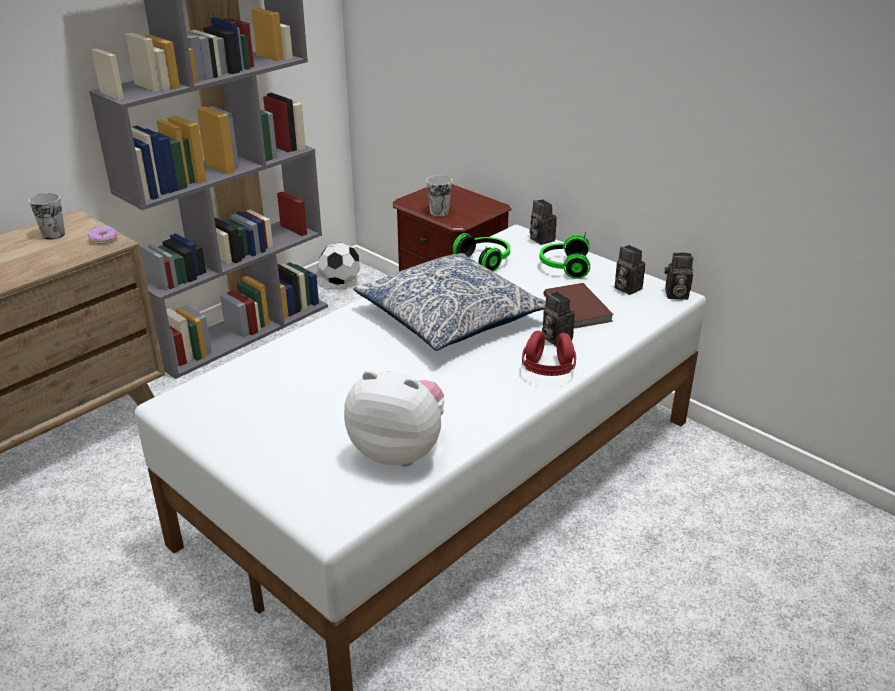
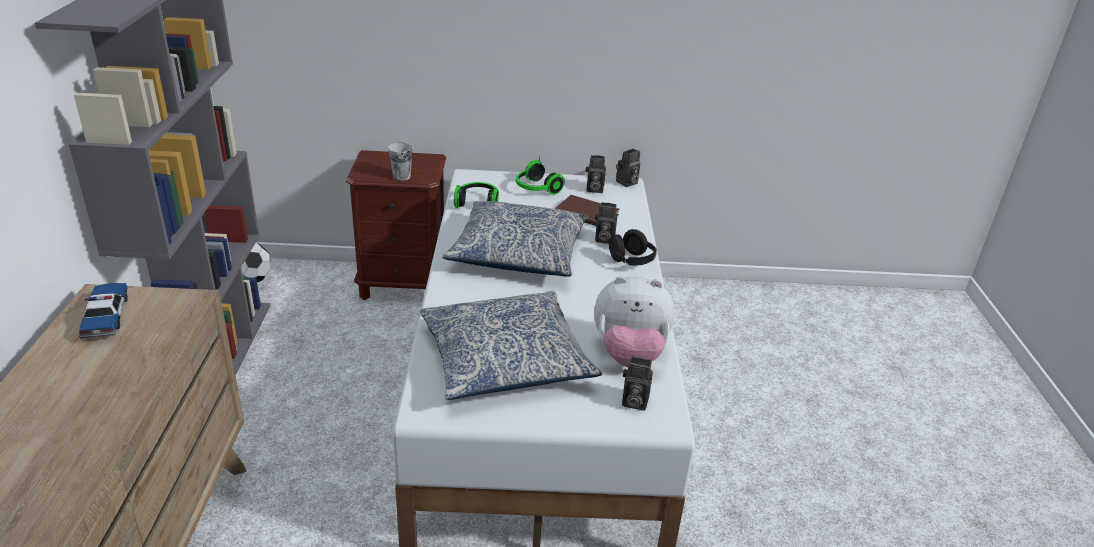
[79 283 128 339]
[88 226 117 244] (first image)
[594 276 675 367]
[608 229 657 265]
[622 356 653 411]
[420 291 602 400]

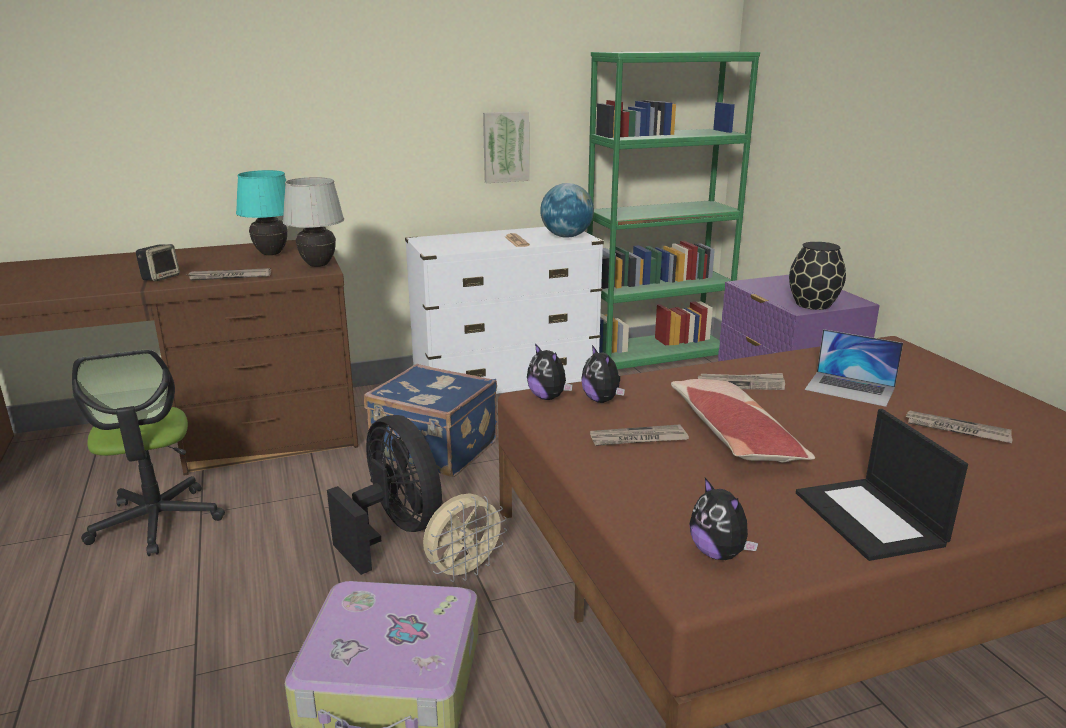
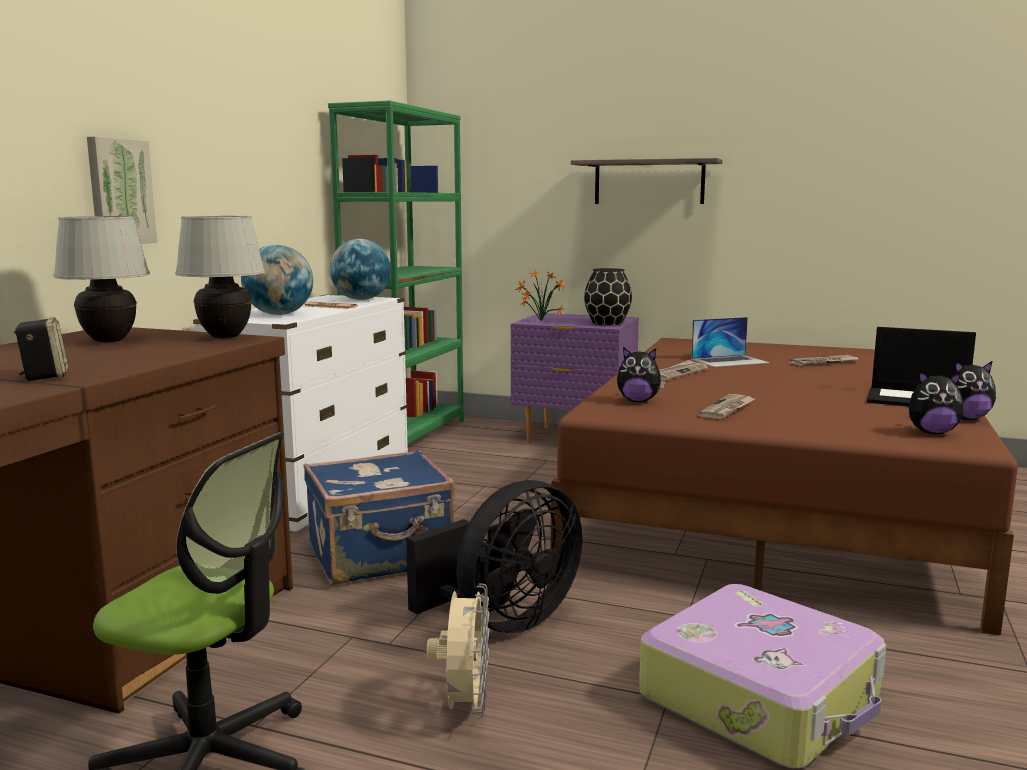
[187 268 271 281] (first image)
[53 216 150 342]
[406 480 582 633]
[427 583 490 718]
[87 137 157 244]
[951 361 996 420]
[671 379 815 462] (first image)
[241 245 313 315]
[516 269 566 321]
[571 158 722 204]

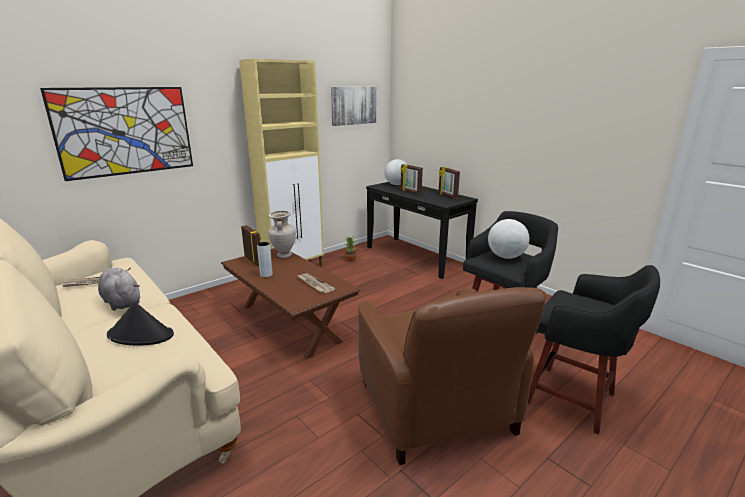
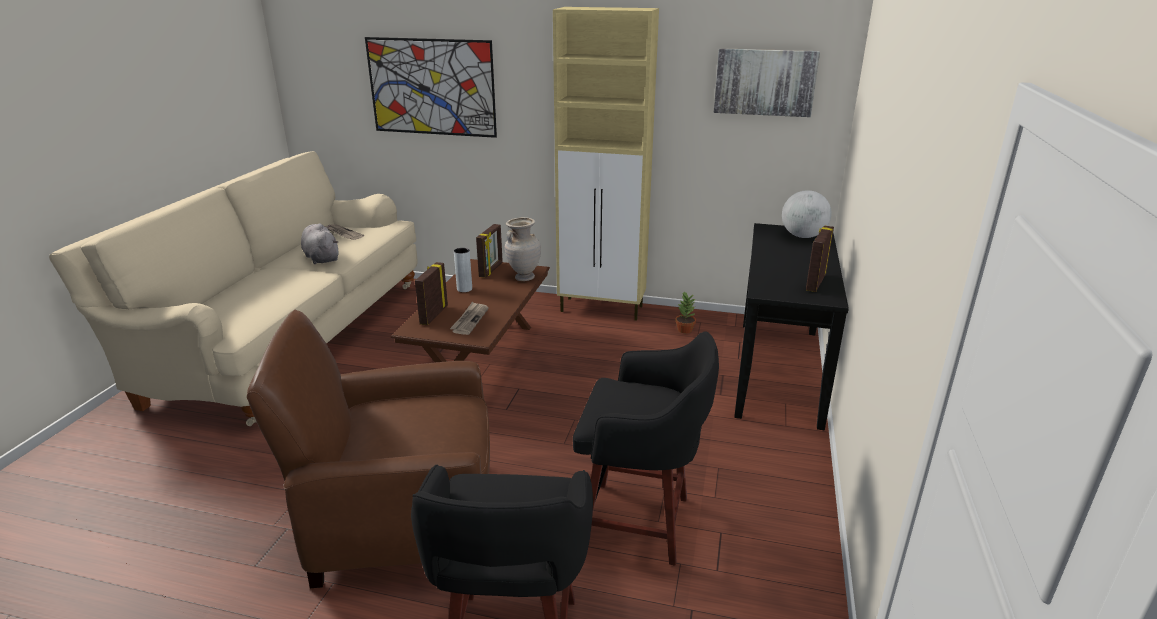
[301 223 338 264]
[107 302 174 346] (first image)
[247 310 490 588]
[415 262 448 325]
[488 219 530 259] (first image)

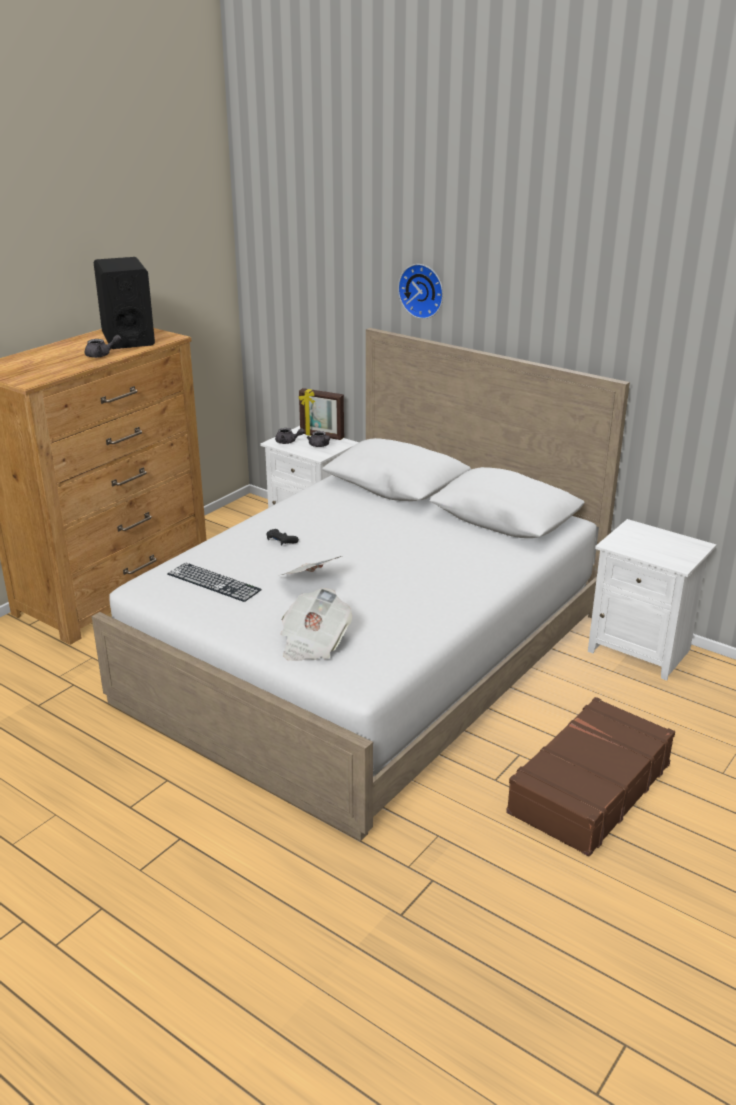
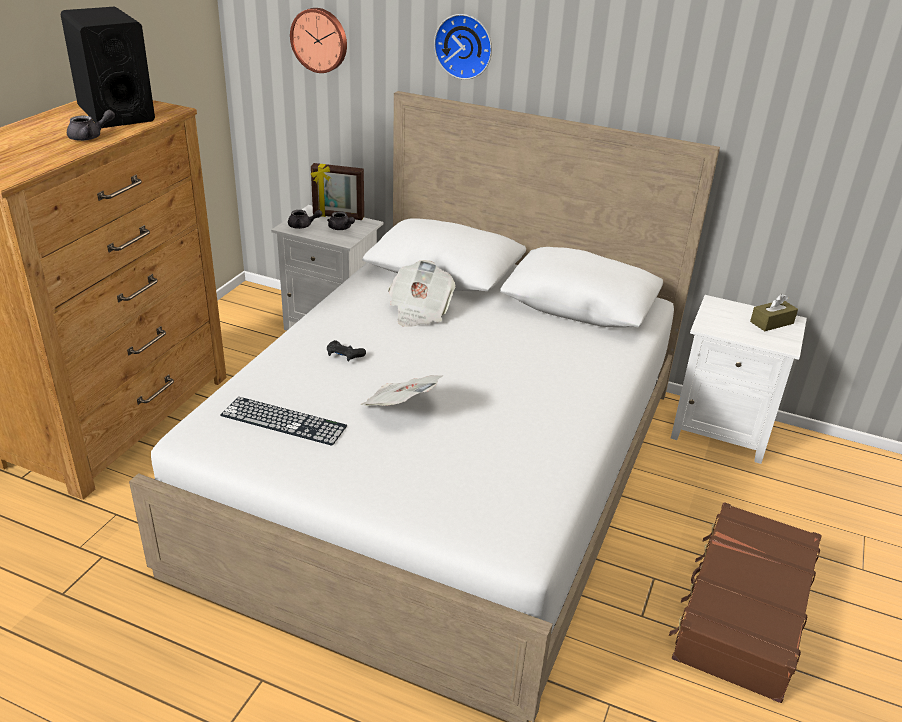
[388 260 456 327]
[290 8 347 73]
[750 294 798 331]

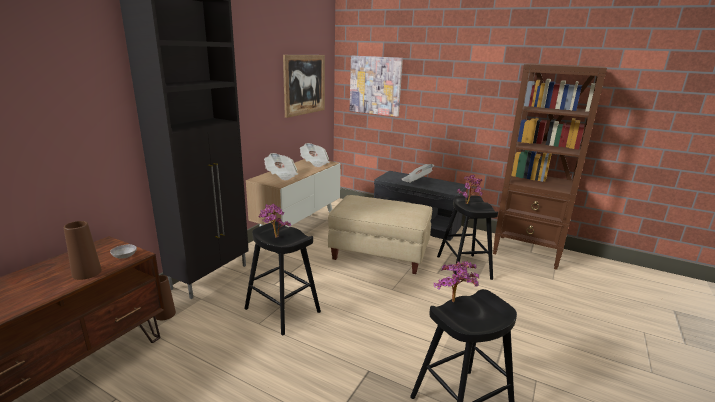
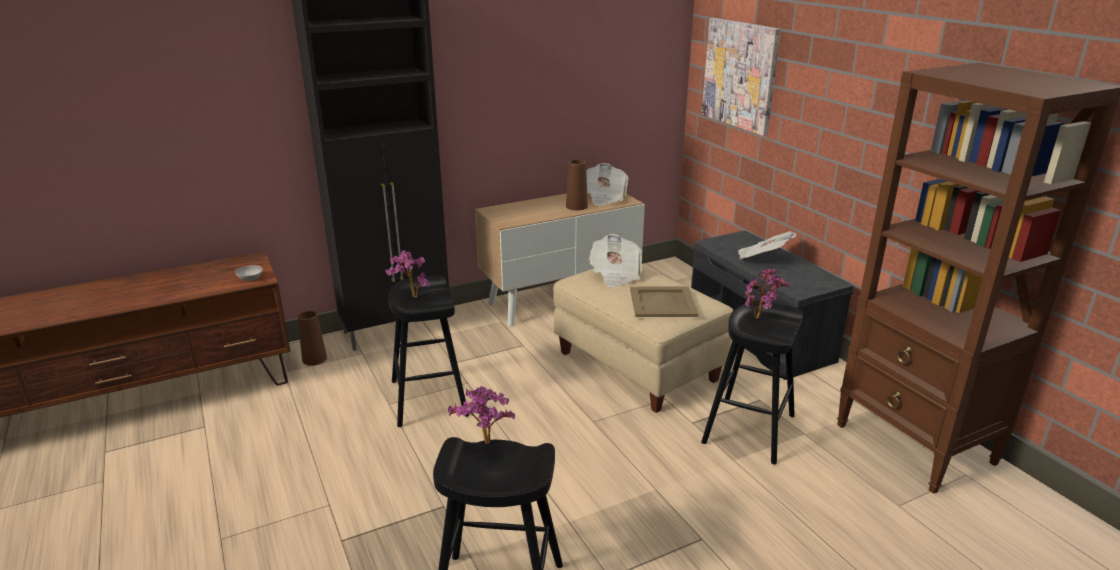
[566 159 588 210]
[588 234 642 287]
[283 55 325 118] (first image)
[630 287 699 317]

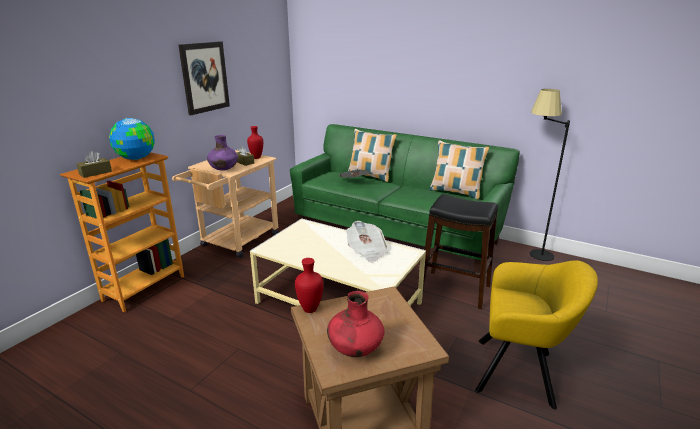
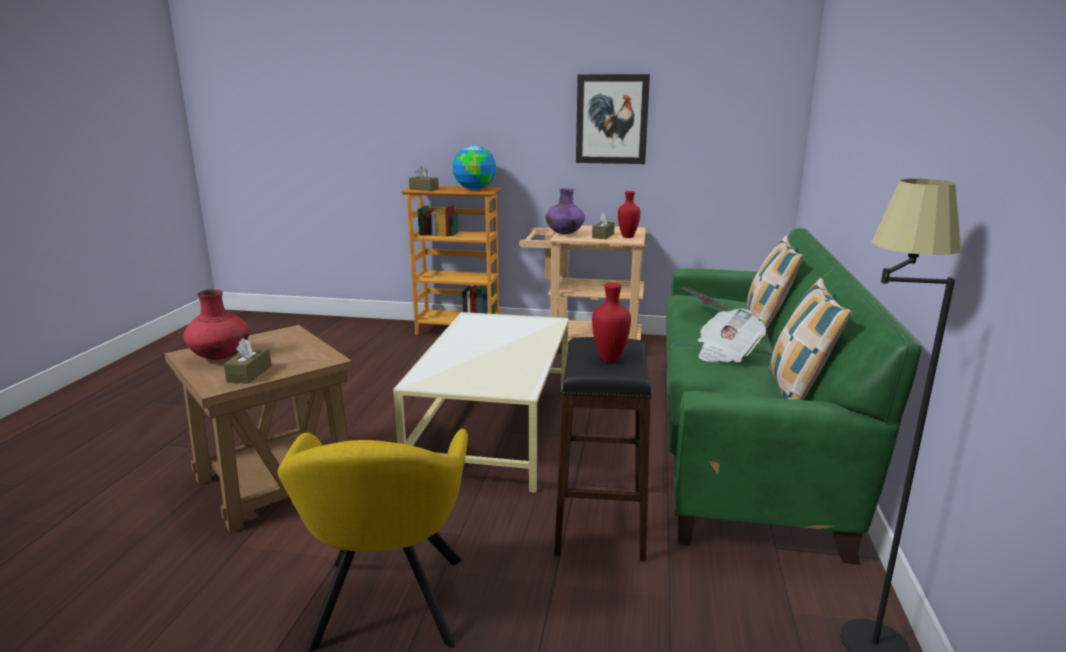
[592 283 631 362]
[698 309 766 362]
[224 338 271 384]

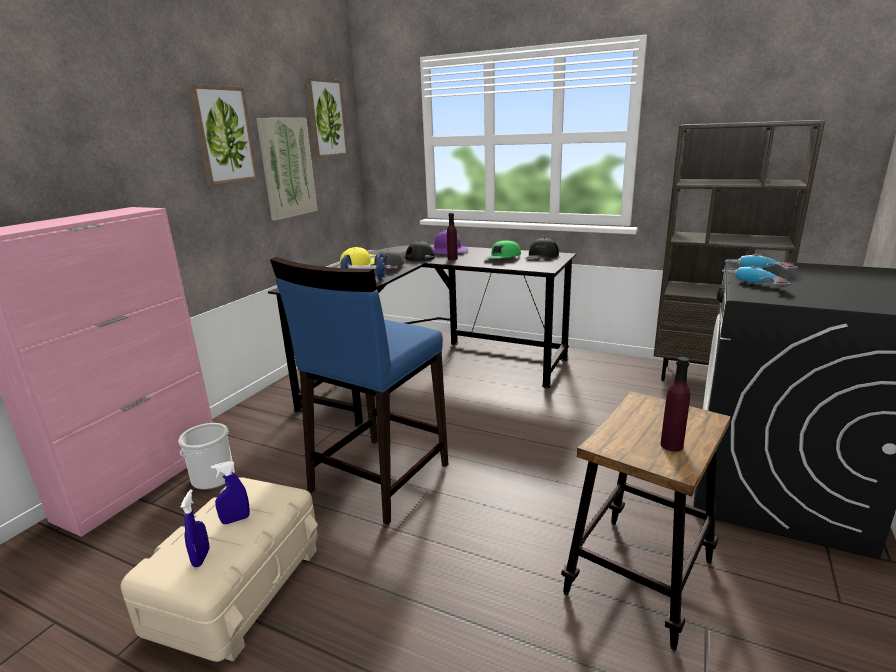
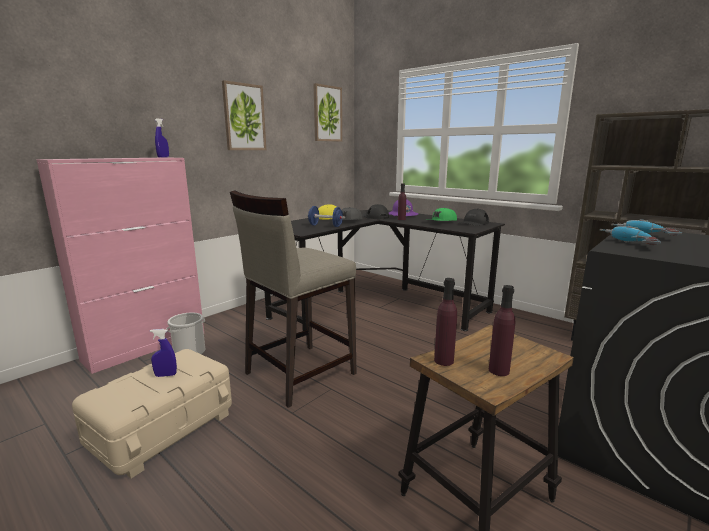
[155 119 169 158]
[256 118 318 220] (first image)
[230 190 356 408]
[434 278 457 366]

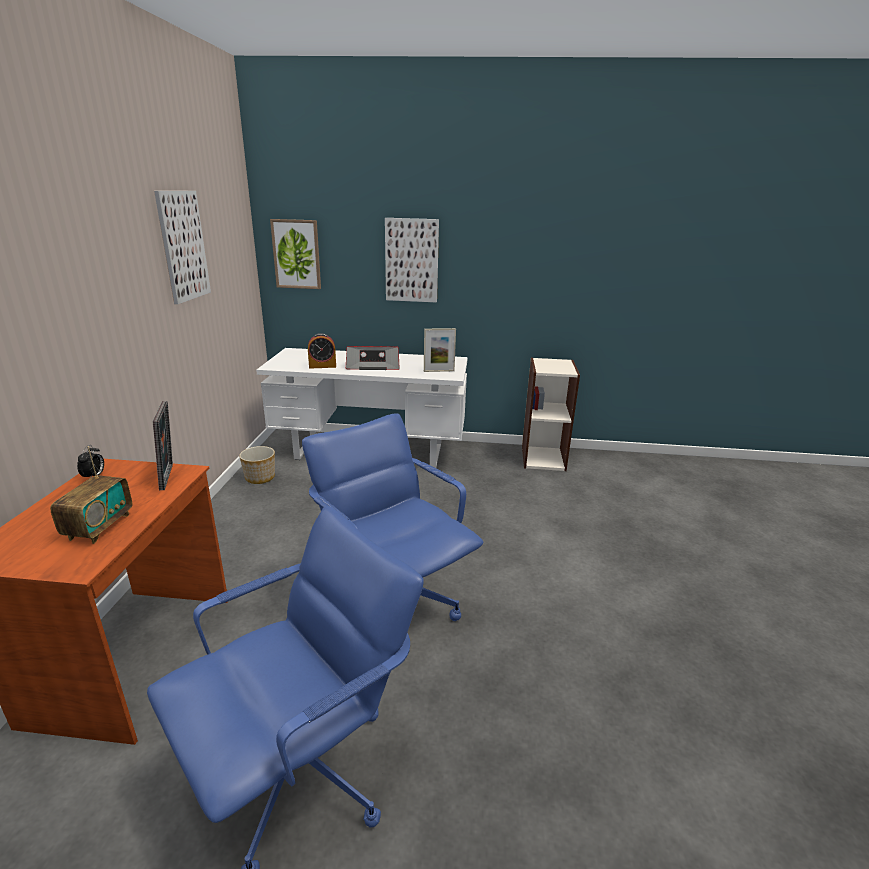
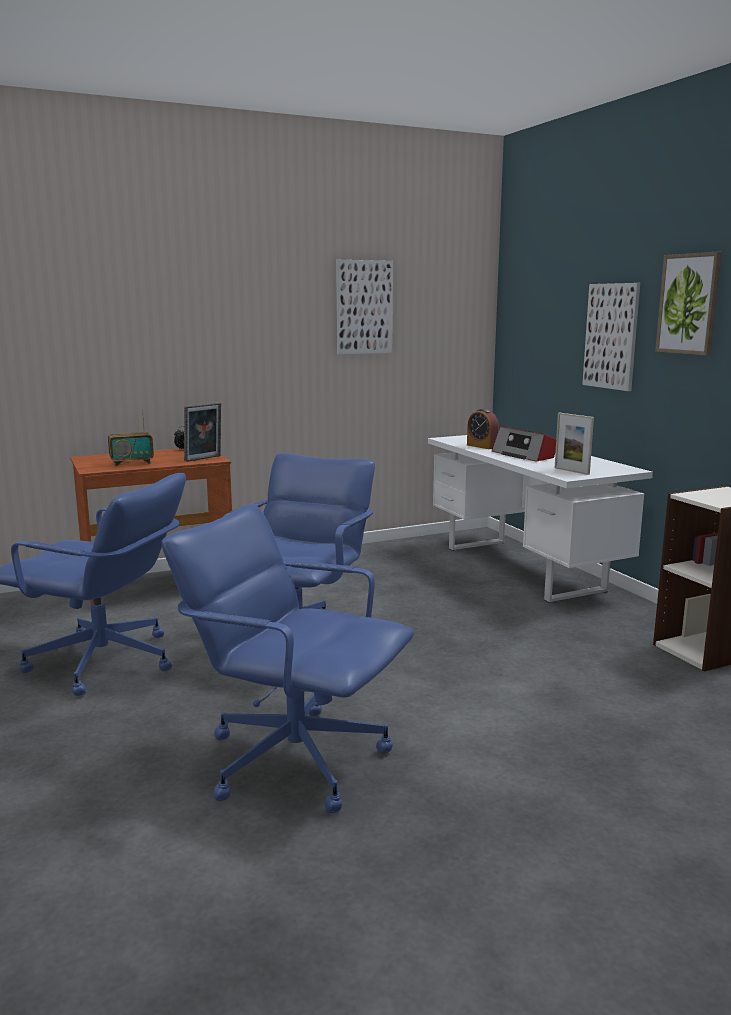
[239 446 275 484] (first image)
[655 252 722 356]
[162 503 414 814]

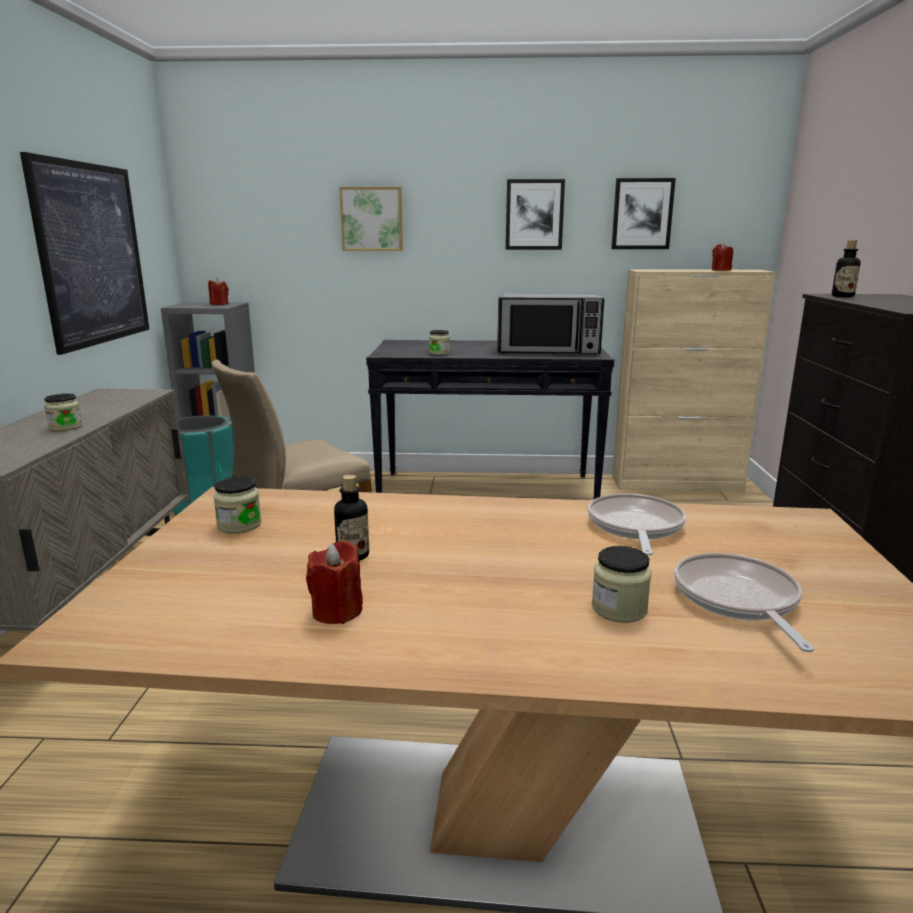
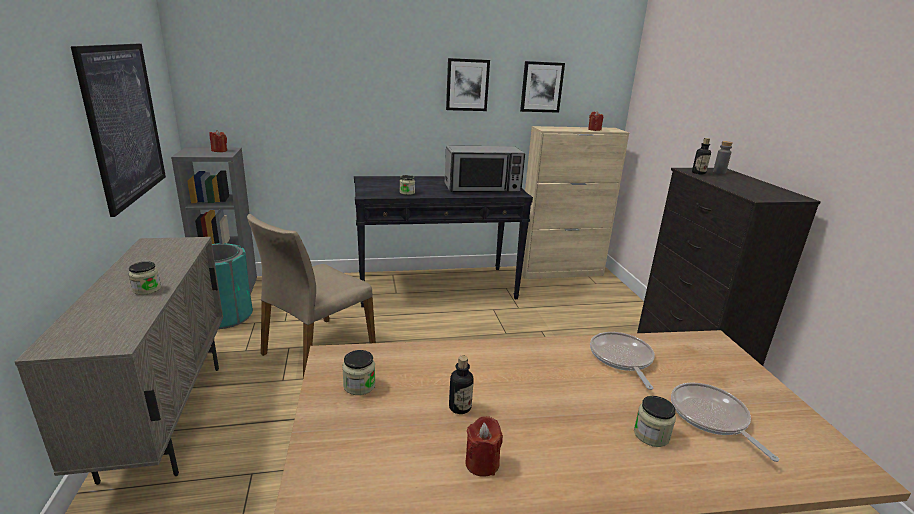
[339 187 403 251] (first image)
[713 141 733 174]

